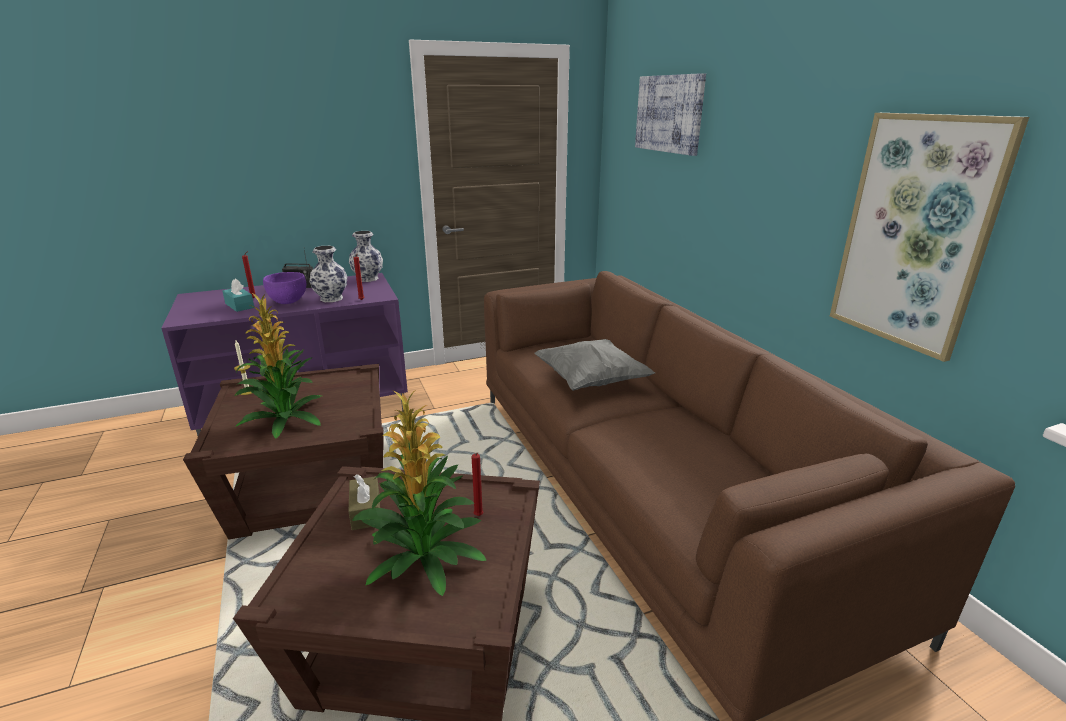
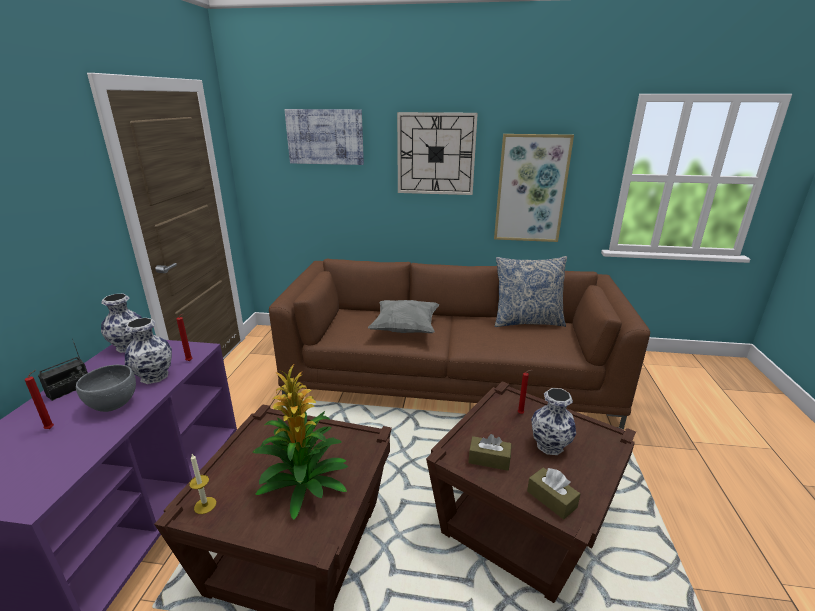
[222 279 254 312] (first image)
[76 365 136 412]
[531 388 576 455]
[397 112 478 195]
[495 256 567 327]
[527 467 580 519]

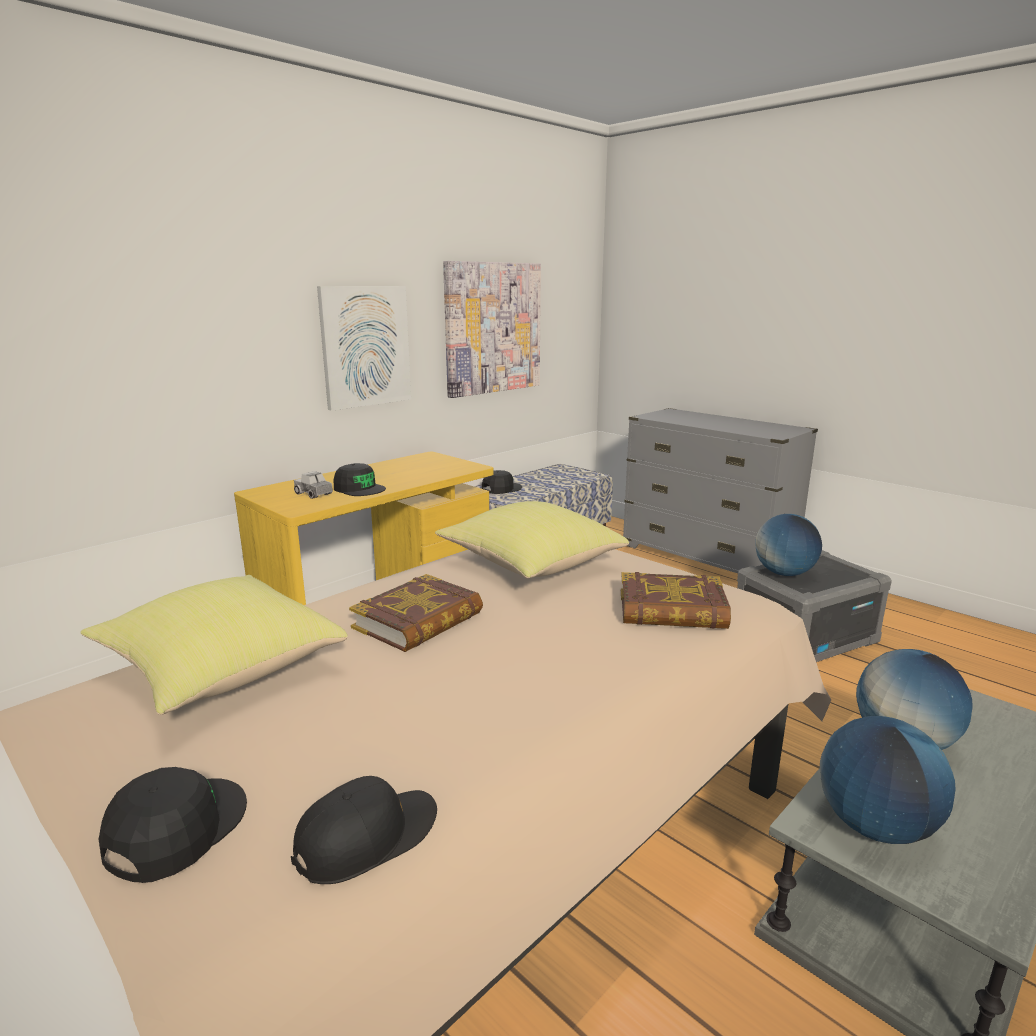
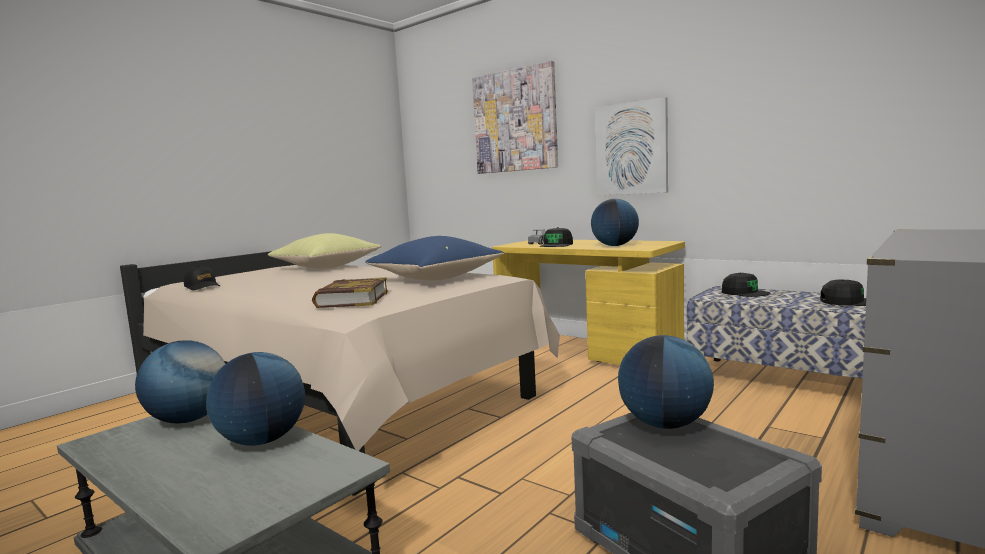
[820 279 866 306]
[349 574 483 652] (first image)
[365 236 504 280]
[472 61 558 174]
[591 199 639 246]

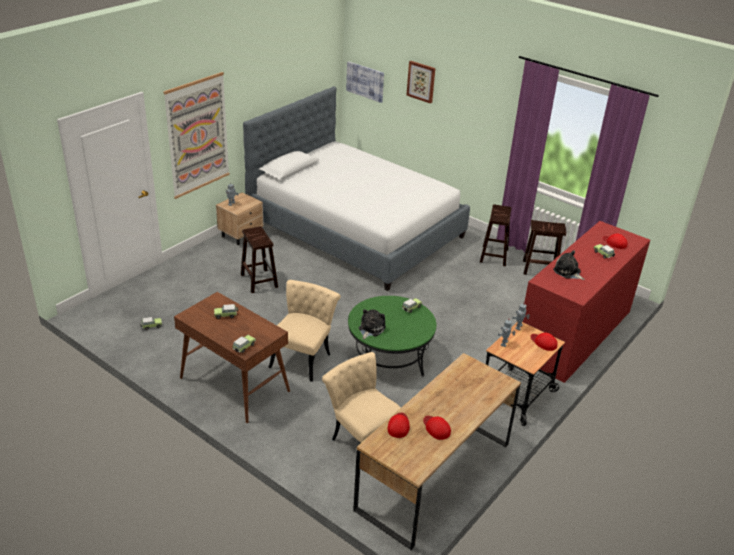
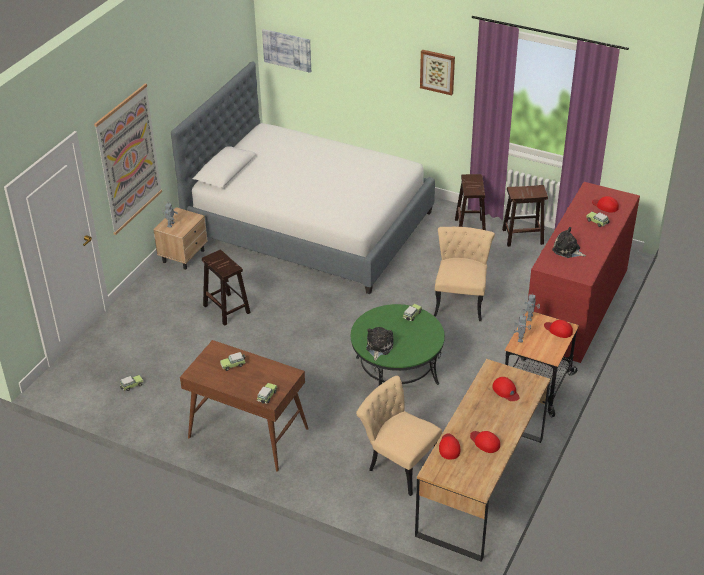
[434 227 495 321]
[420 50 455 95]
[492 377 520 401]

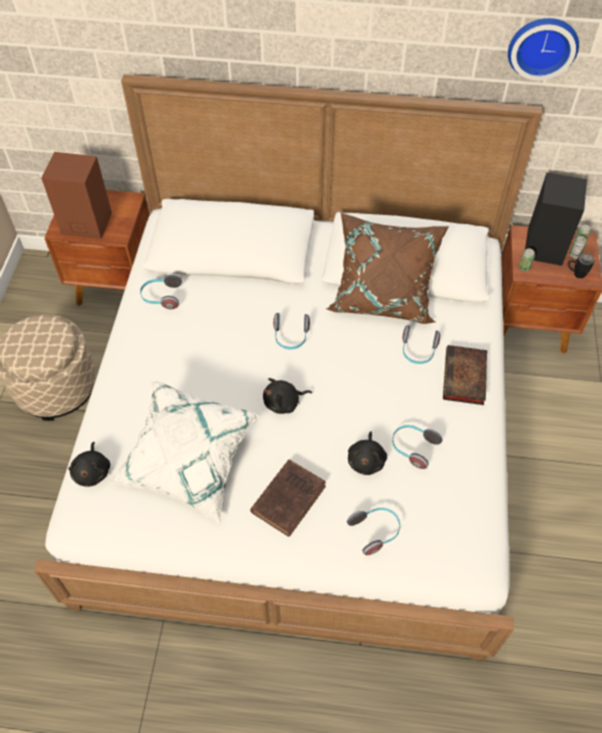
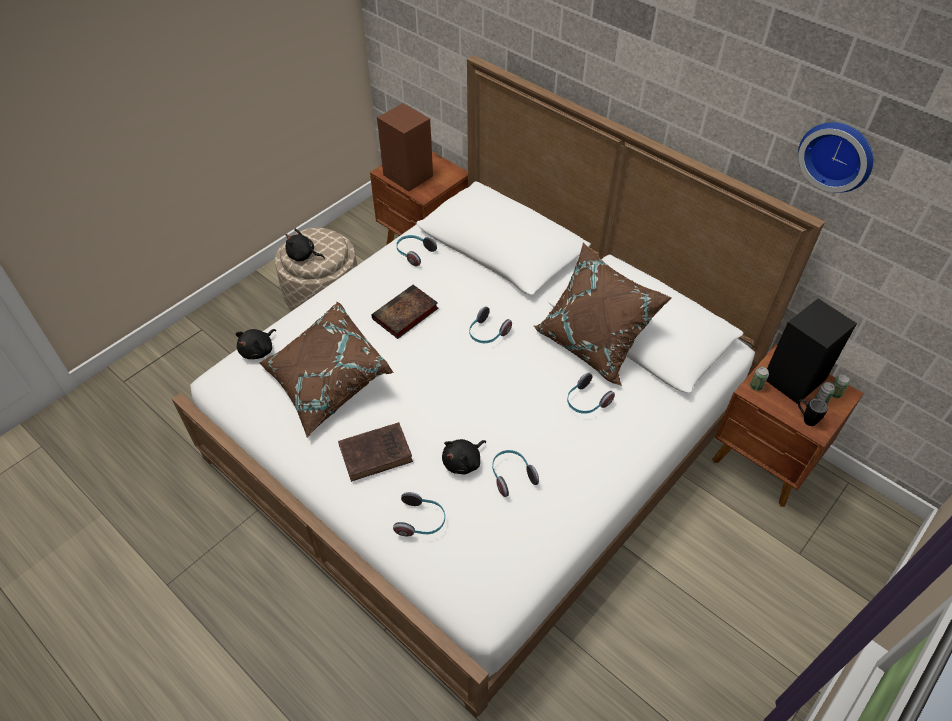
[259 302 394 438]
[285 229 325 261]
[371 285 439 339]

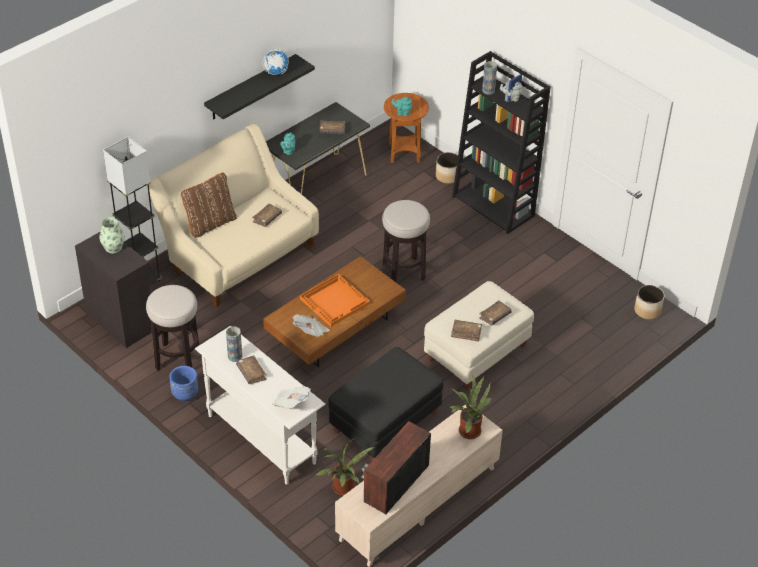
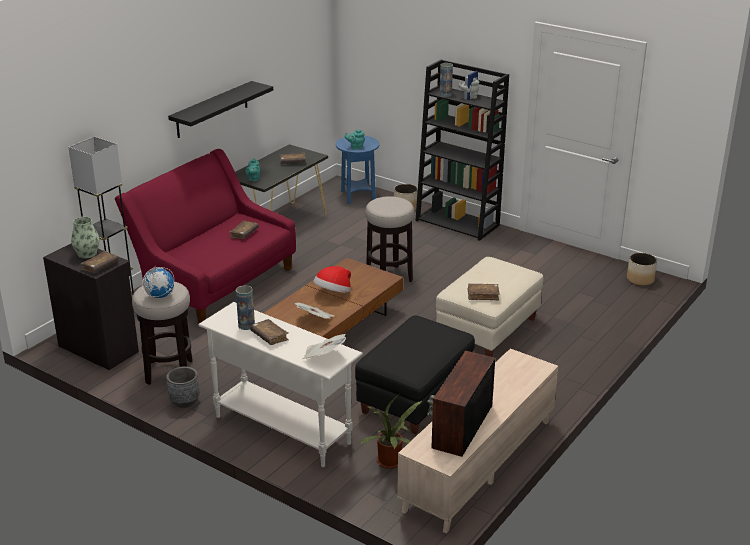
[115 149 296 324]
[166 366 200 408]
[181 173 237 238] (first image)
[142 266 174 298]
[313 266 351 293]
[336 136 380 204]
[450 374 492 439] (first image)
[80 251 119 273]

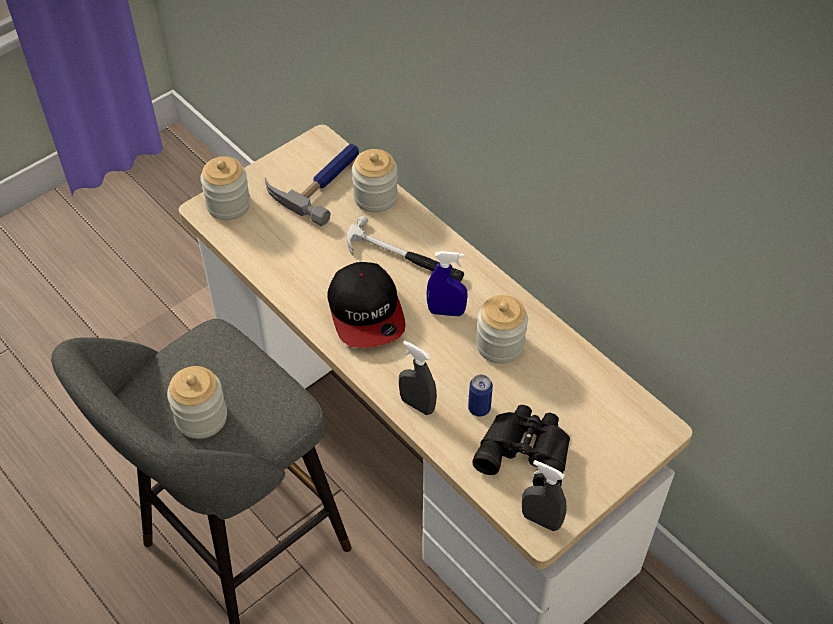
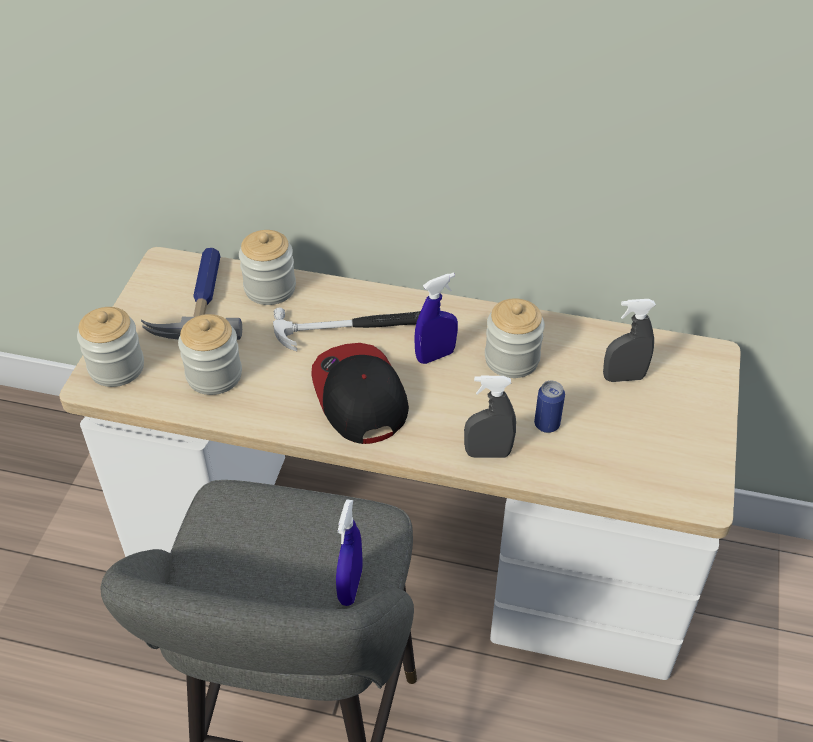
[178 314 242 395]
[311 343 409 444]
[472 405 570 487] (first image)
[603 299 656 382]
[336 499 363 606]

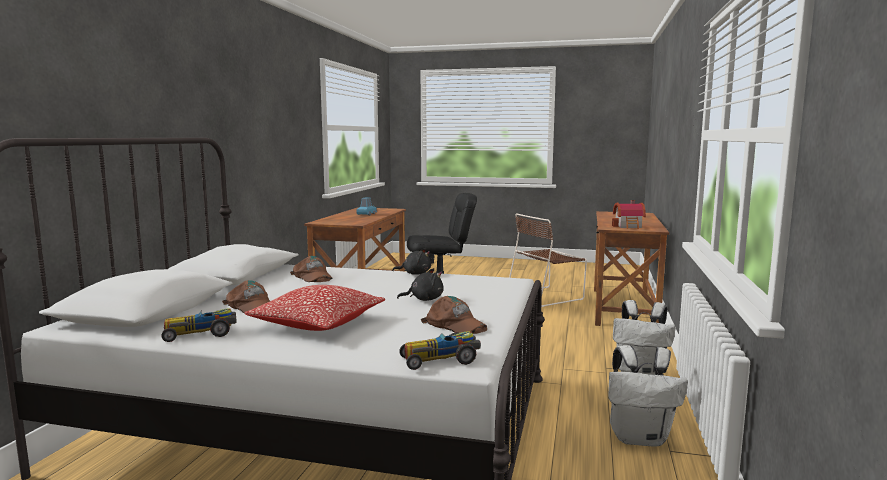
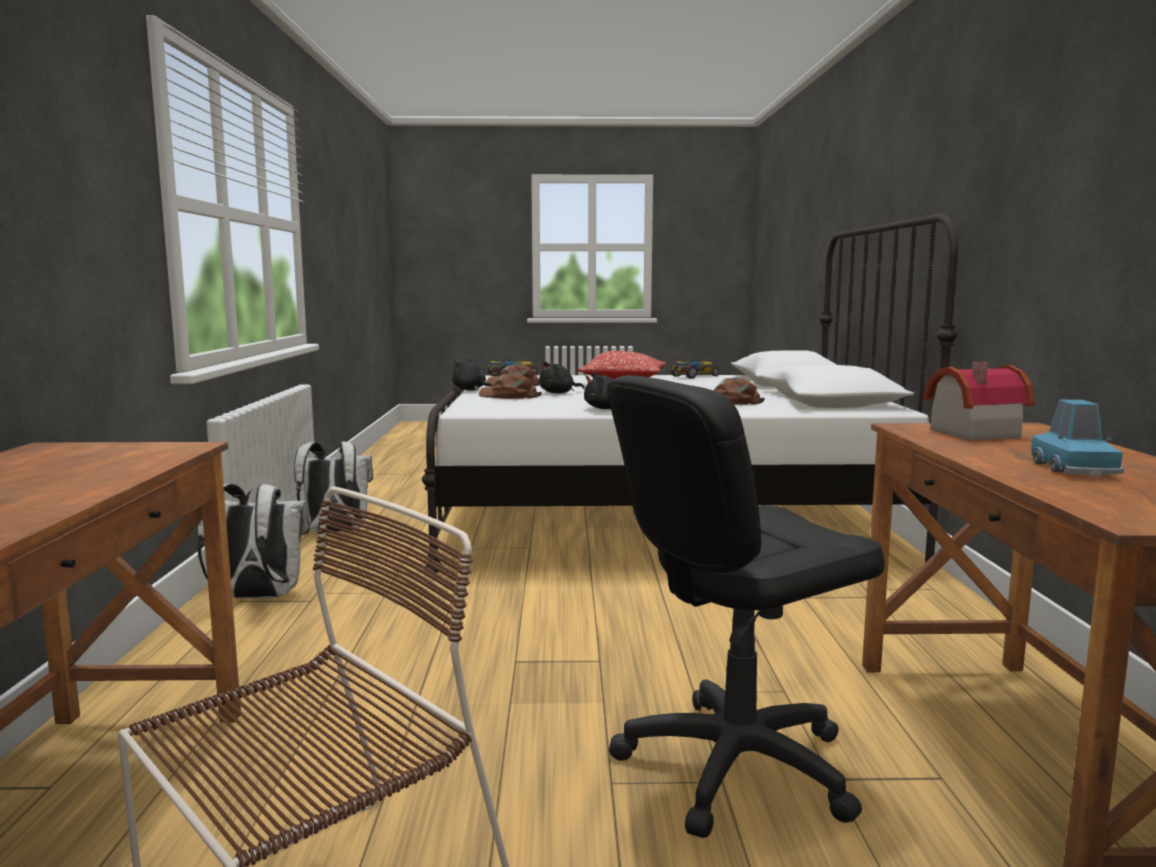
[479 373 542 399]
[923 362 1035 440]
[452 359 493 391]

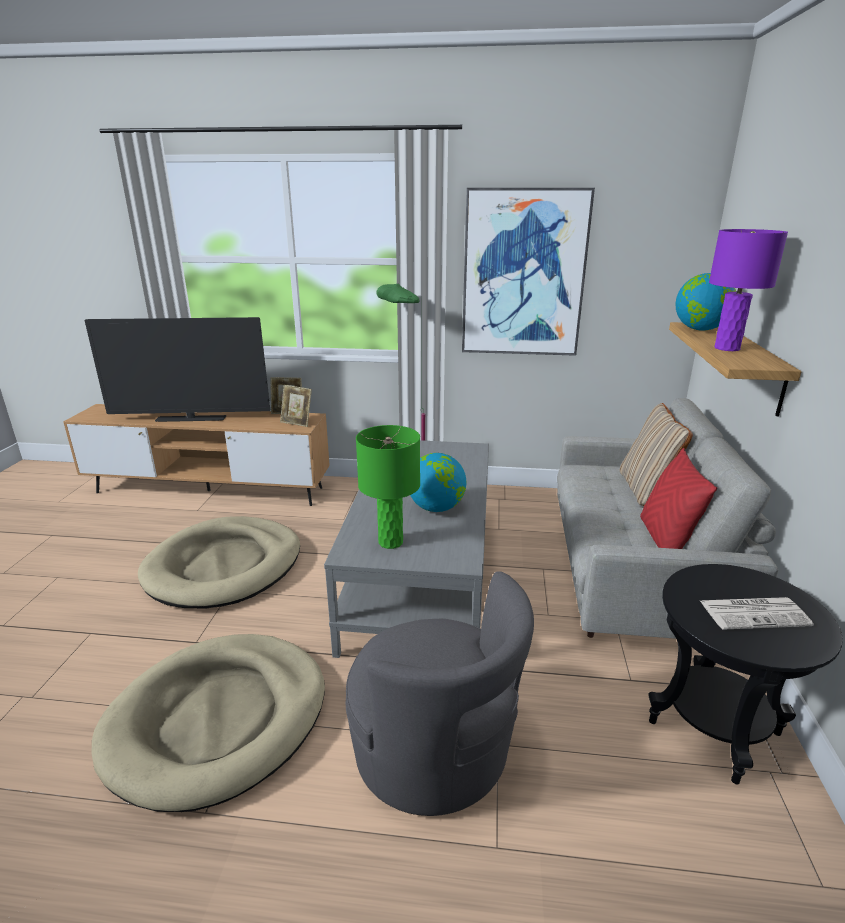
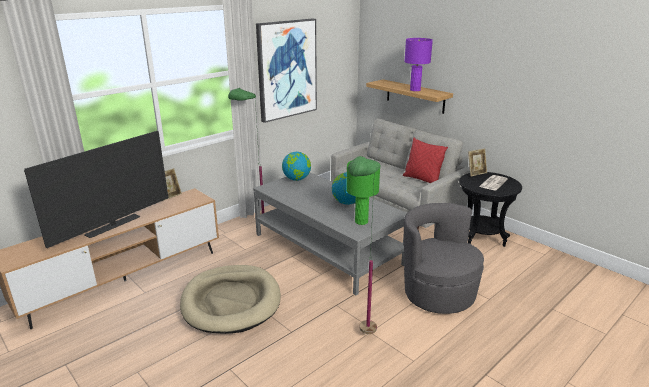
[348 156 380 334]
[468 148 487 176]
[404 203 484 314]
[620 403 693 506] (first image)
[282 152 311 181]

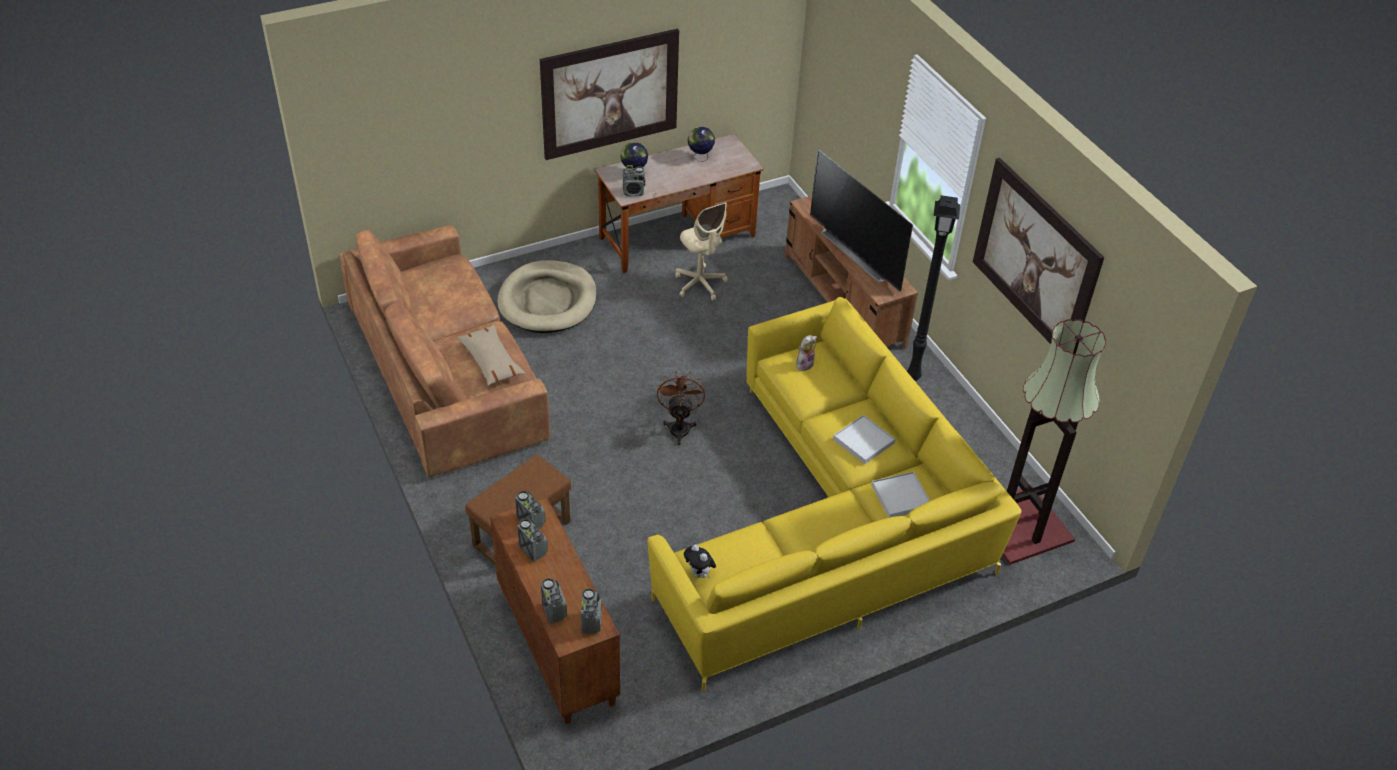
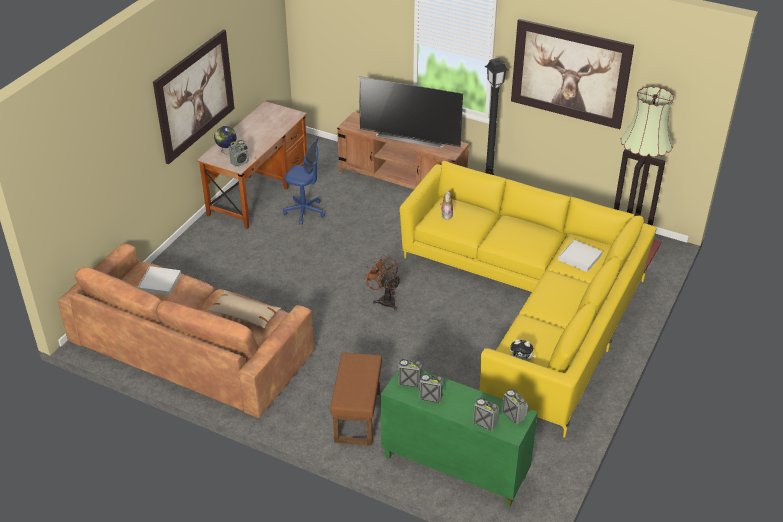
[381 370 538 507]
[497 260 597 333] (first image)
[283 138 325 225]
[688 127 715 162] (first image)
[138 266 181 295]

